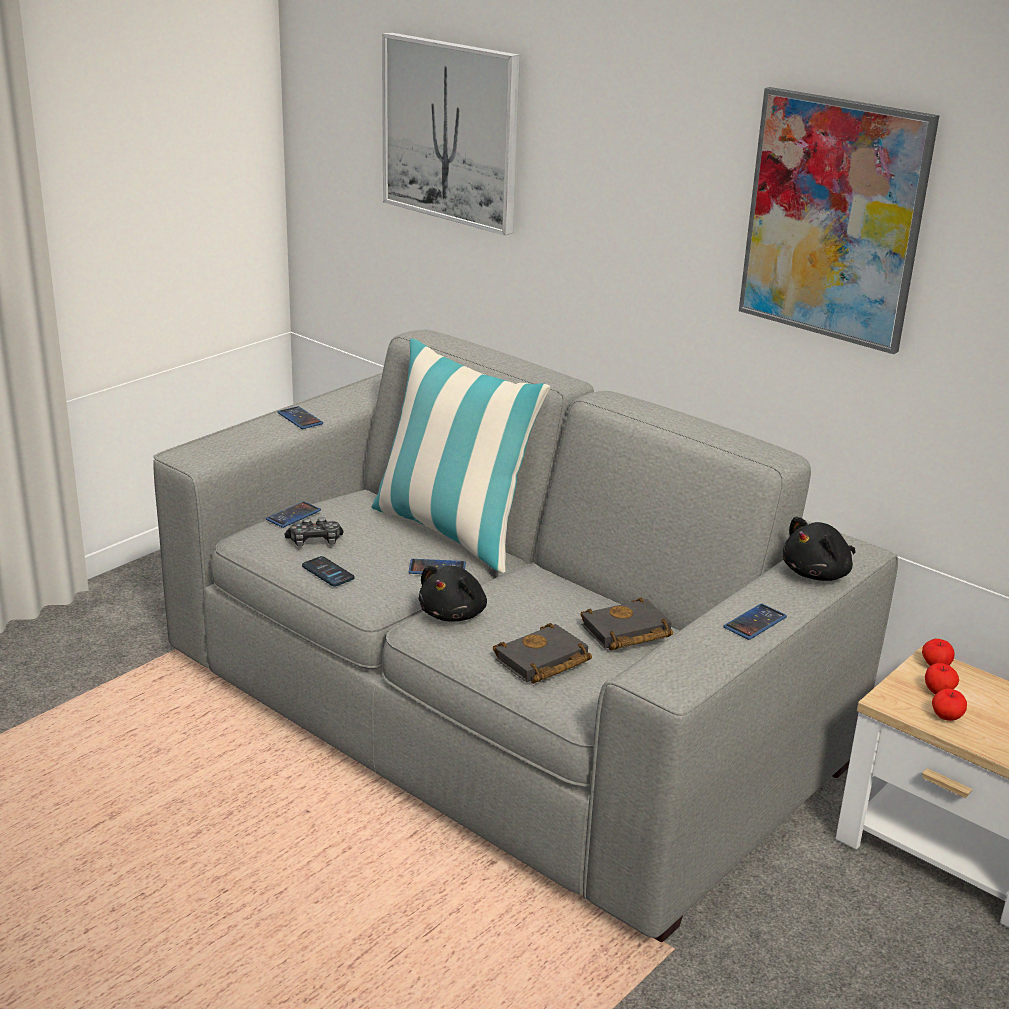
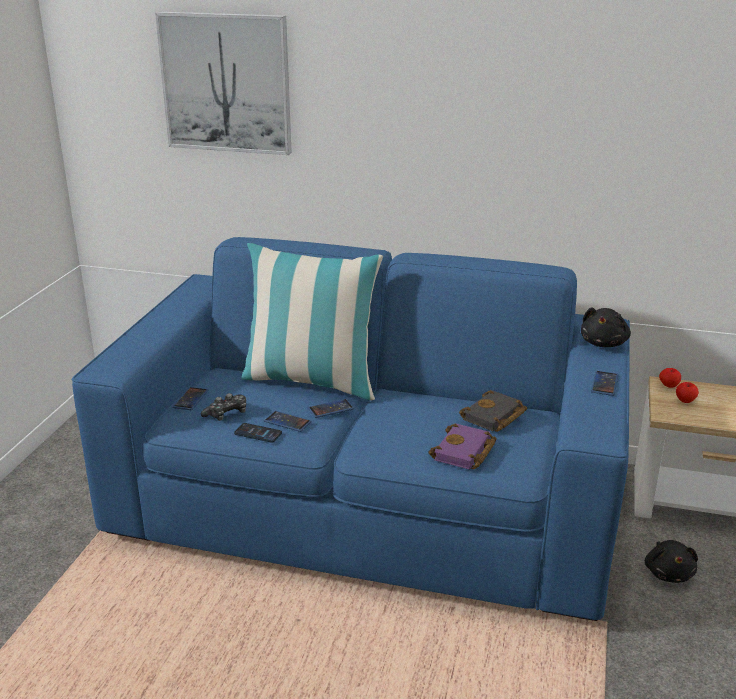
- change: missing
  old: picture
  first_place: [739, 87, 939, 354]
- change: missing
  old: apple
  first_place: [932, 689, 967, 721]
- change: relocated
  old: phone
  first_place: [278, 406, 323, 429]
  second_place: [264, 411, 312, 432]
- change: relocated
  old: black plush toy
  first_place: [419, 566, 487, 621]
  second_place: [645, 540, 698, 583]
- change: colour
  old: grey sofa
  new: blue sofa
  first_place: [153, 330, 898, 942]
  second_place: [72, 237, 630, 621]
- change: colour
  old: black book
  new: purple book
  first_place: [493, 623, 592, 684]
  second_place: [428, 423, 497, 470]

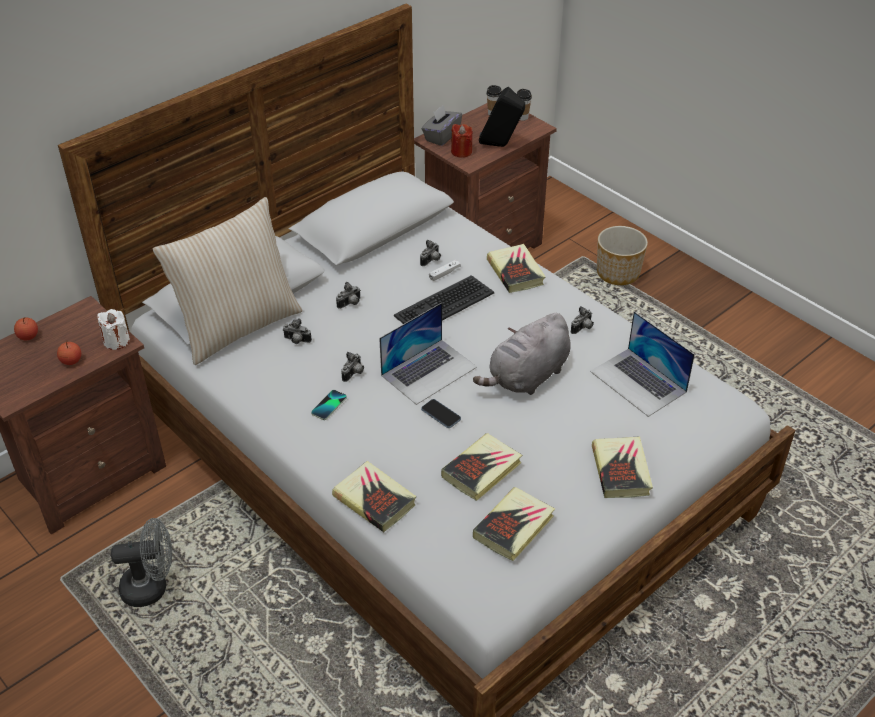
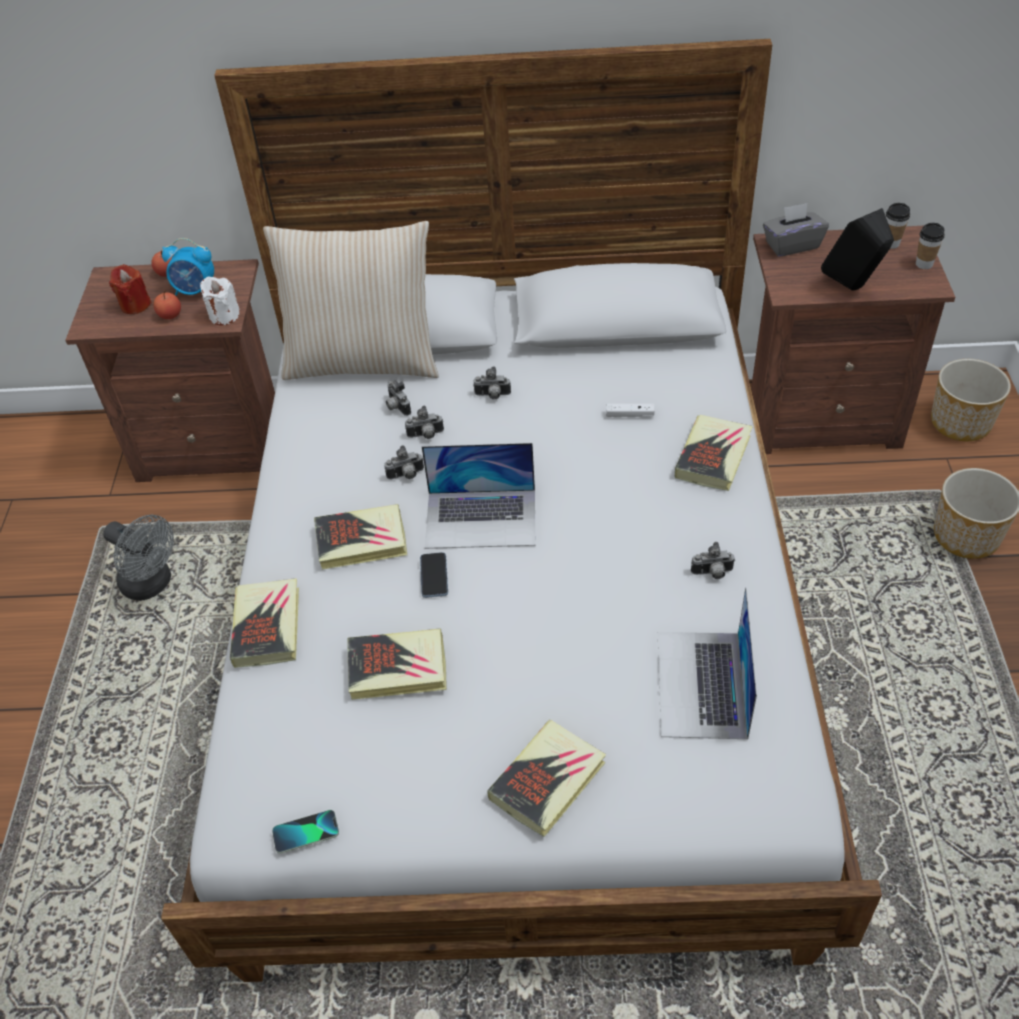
- change: missing
  old: keyboard
  first_place: [394, 275, 494, 324]
- change: missing
  old: grey plush toy
  first_place: [473, 313, 570, 395]
- change: appeared
  new: alarm clock
  second_place: [162, 238, 214, 296]
- change: appeared
  new: planter
  second_place: [931, 359, 1011, 441]
- change: relocated
  old: phone
  first_place: [311, 390, 347, 420]
  second_place: [272, 810, 339, 854]
- change: relocated
  old: photo camera
  first_place: [420, 240, 441, 266]
  second_place: [405, 406, 444, 439]
- change: relocated
  old: red candle
  first_place: [451, 124, 472, 158]
  second_place: [109, 264, 152, 314]
- change: relocated
  old: book
  first_place: [473, 487, 555, 561]
  second_place: [314, 504, 407, 570]

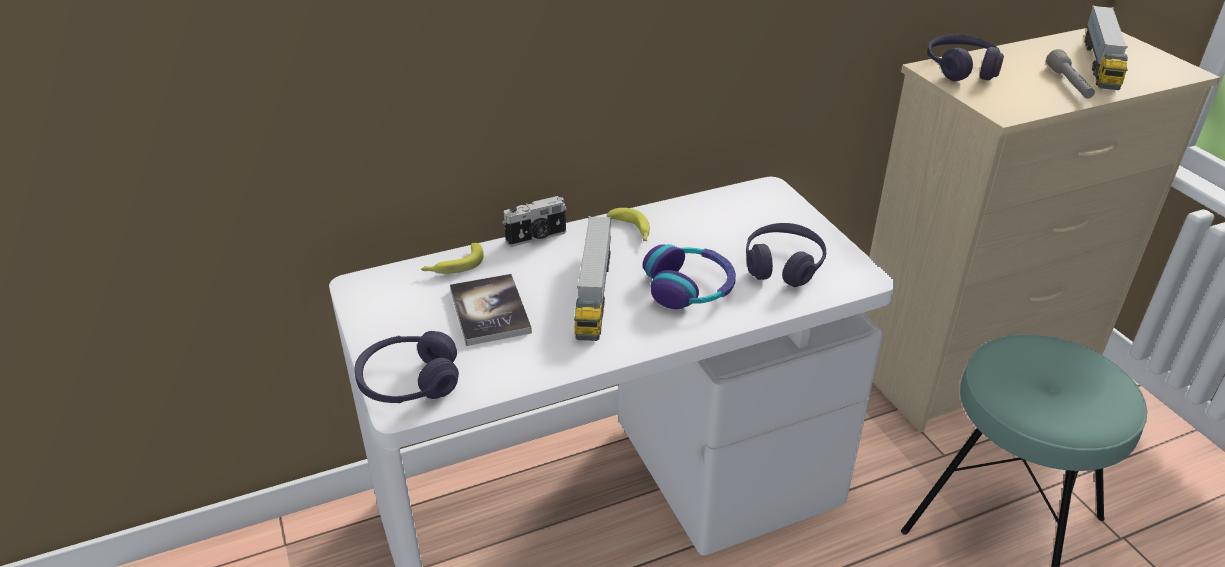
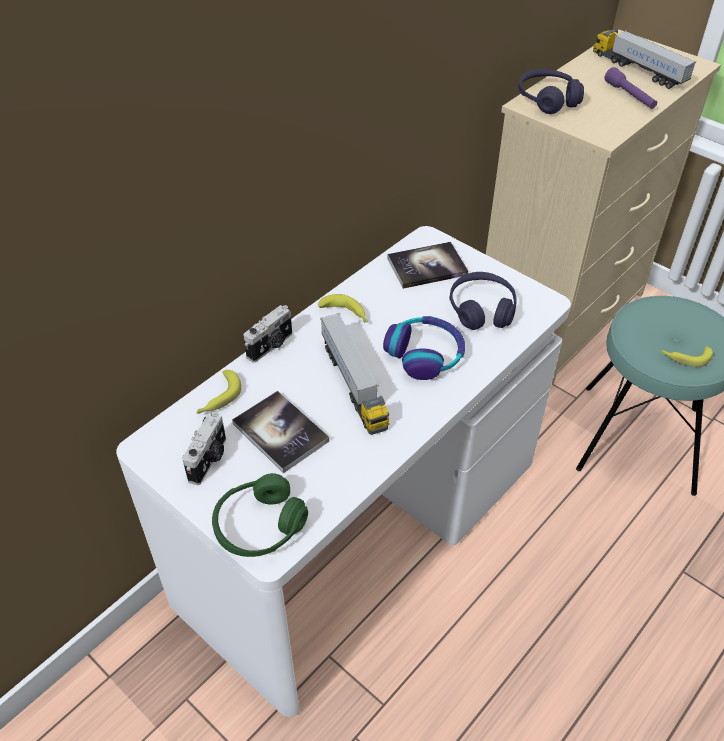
- change: appeared
  new: photo camera
  second_place: [182, 412, 226, 485]
- change: appeared
  new: book
  second_place: [387, 242, 468, 289]
- change: appeared
  new: banana
  second_place: [660, 346, 713, 367]
- change: colour
  old: purple headphones
  new: green headphones
  first_place: [354, 331, 459, 403]
  second_place: [212, 473, 308, 557]
- change: colour
  old: grey flashlight
  new: purple flashlight
  first_place: [1046, 49, 1095, 99]
  second_place: [604, 67, 657, 109]
- change: spun
  old: toy truck
  first_place: [1084, 5, 1128, 90]
  second_place: [593, 29, 696, 89]
  degrees: 150

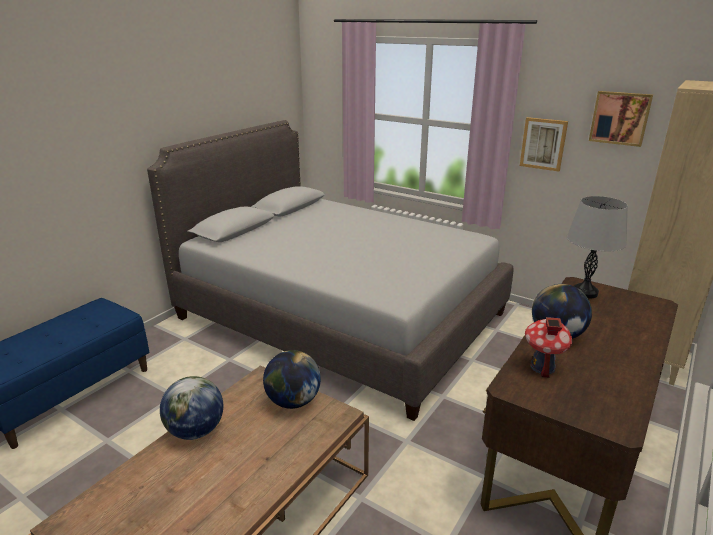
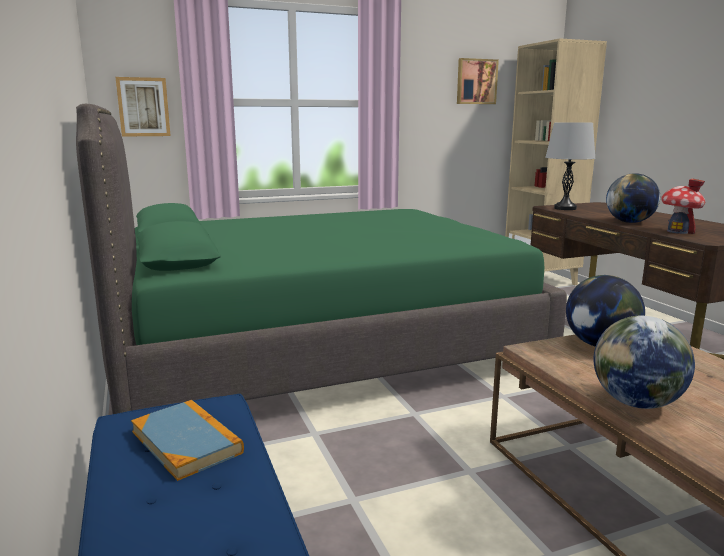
- change: appeared
  new: book
  second_place: [131, 400, 244, 481]
- change: relocated
  old: picture
  first_place: [520, 117, 568, 172]
  second_place: [116, 77, 171, 137]
- change: colour
  old: grey bed
  new: green bed
  first_place: [147, 120, 513, 421]
  second_place: [76, 104, 567, 414]

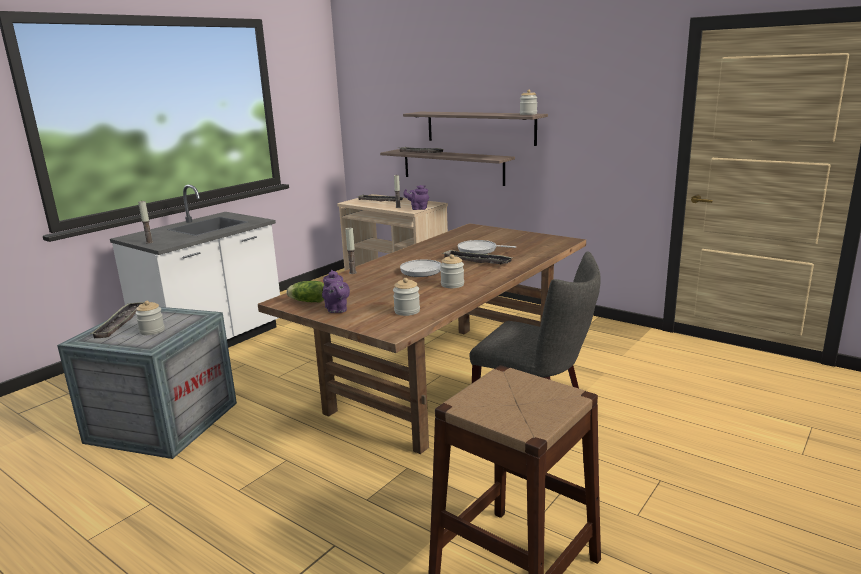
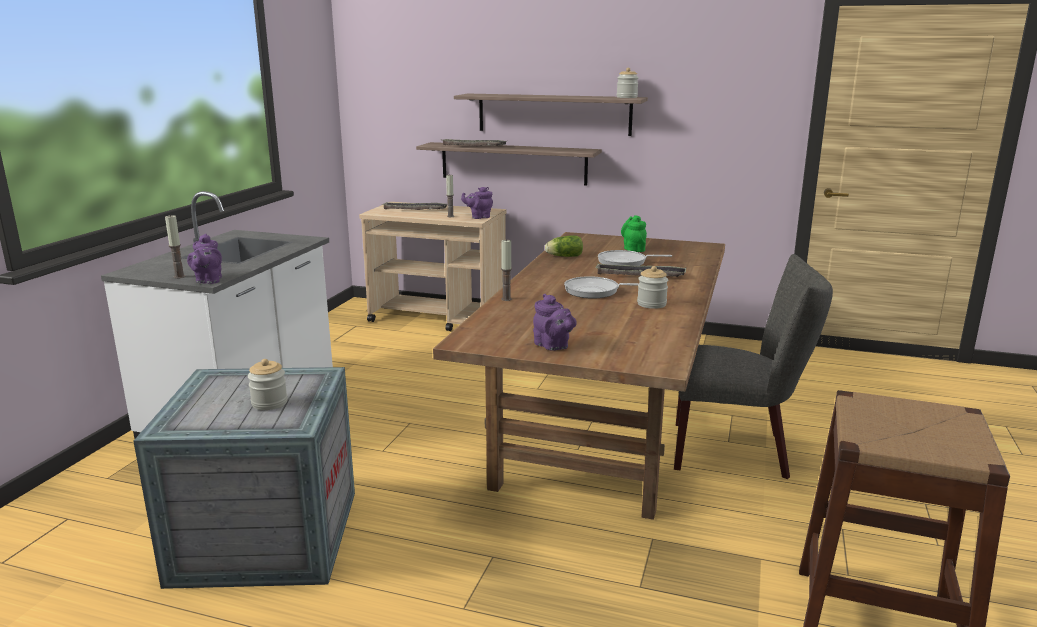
- change: missing
  old: tray
  first_place: [90, 302, 144, 338]
- change: missing
  old: jar
  first_place: [393, 278, 420, 316]
- change: appeared
  new: purple teapot
  second_place: [187, 234, 222, 284]
- change: appeared
  new: green teapot
  second_place: [621, 215, 647, 252]
- change: relocated
  old: lettuce
  first_place: [287, 281, 324, 302]
  second_place: [545, 235, 583, 257]

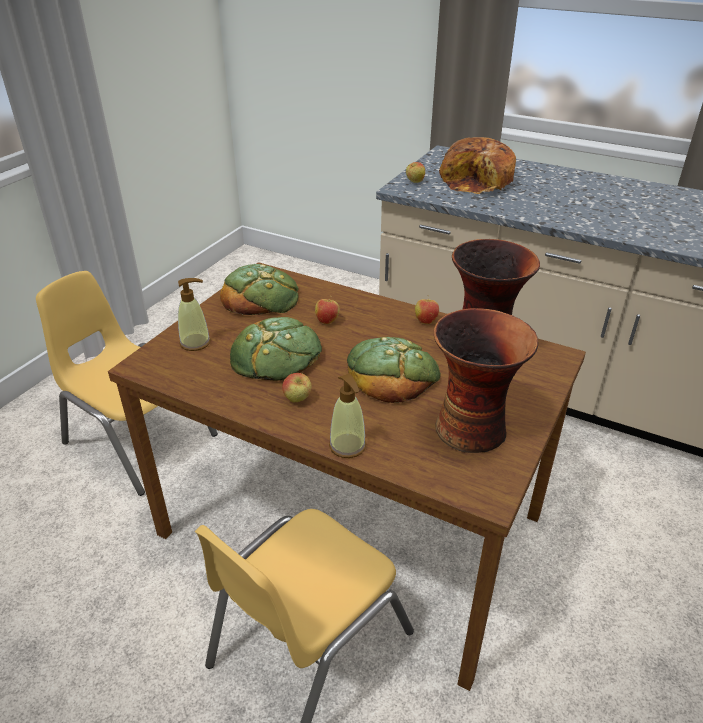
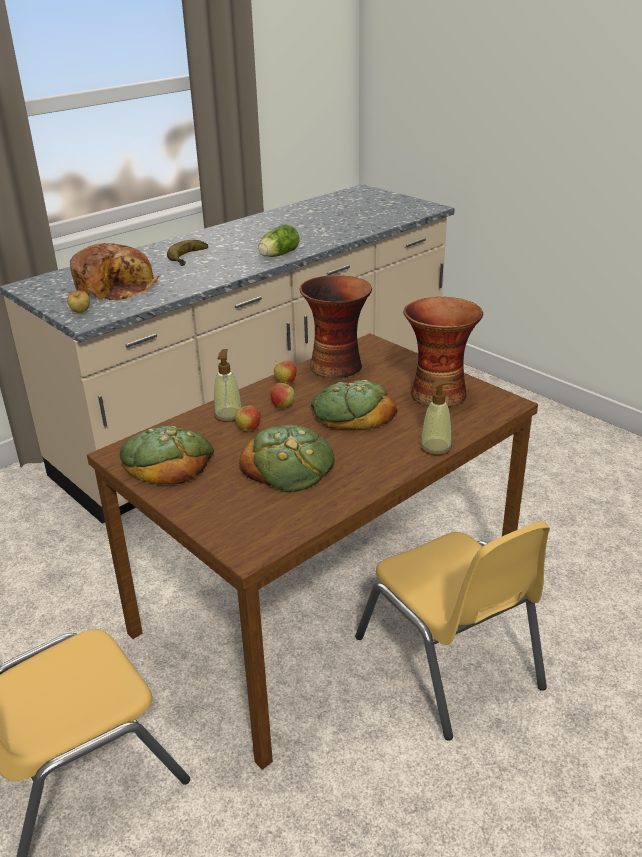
- change: appeared
  new: banana
  second_place: [167, 240, 208, 266]
- change: appeared
  new: lettuce
  second_place: [258, 224, 300, 257]
- change: relocated
  old: soap dispenser
  first_place: [178, 278, 211, 351]
  second_place: [214, 349, 242, 422]
- change: relocated
  old: apple
  first_place: [282, 373, 312, 403]
  second_place: [270, 383, 294, 408]

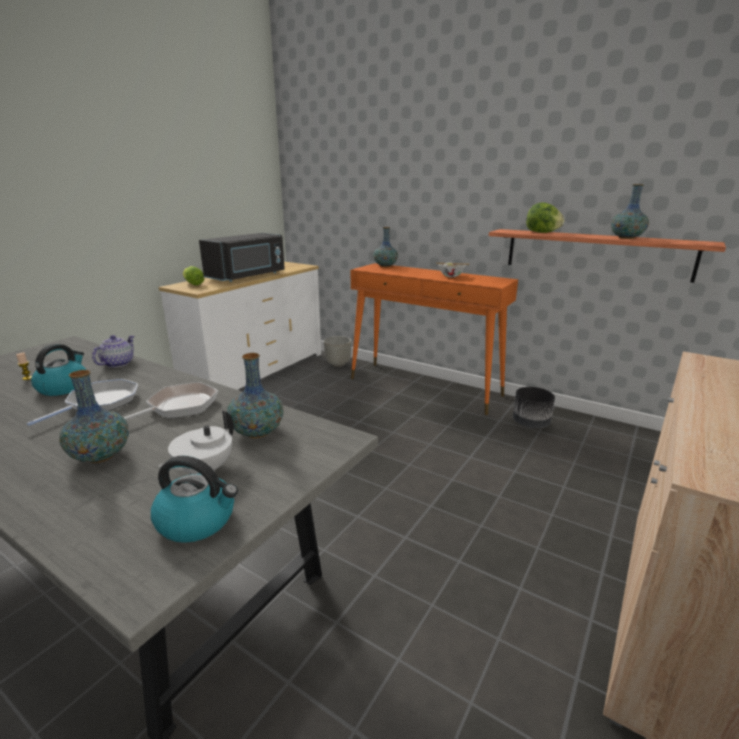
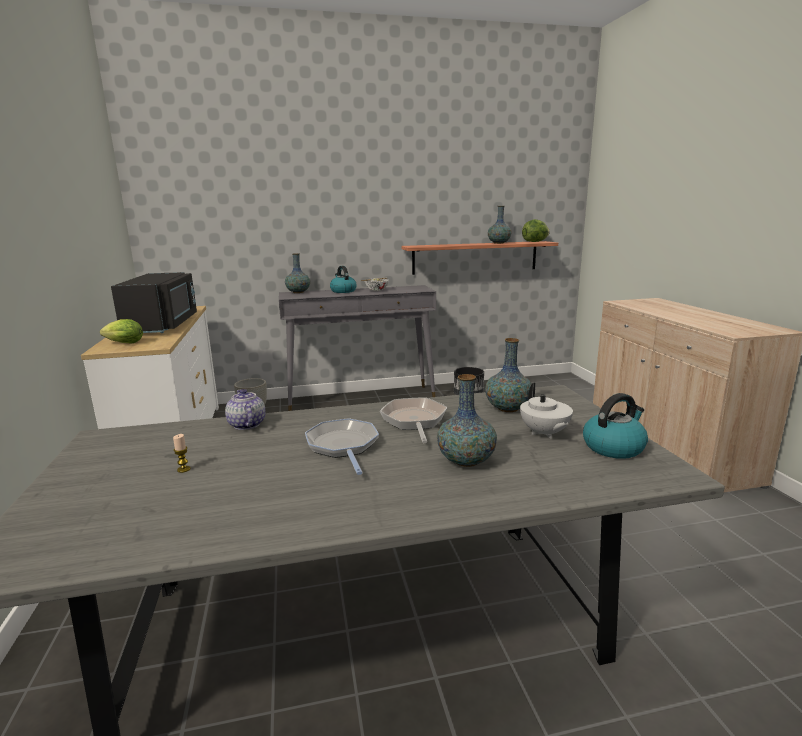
- change: relocated
  old: kettle
  first_place: [31, 344, 86, 396]
  second_place: [330, 266, 357, 293]
- change: relocated
  old: lettuce
  first_place: [526, 203, 564, 233]
  second_place: [522, 219, 550, 242]
- change: colour
  old: orange console table
  new: grey console table
  first_place: [350, 263, 518, 415]
  second_place: [279, 285, 436, 411]

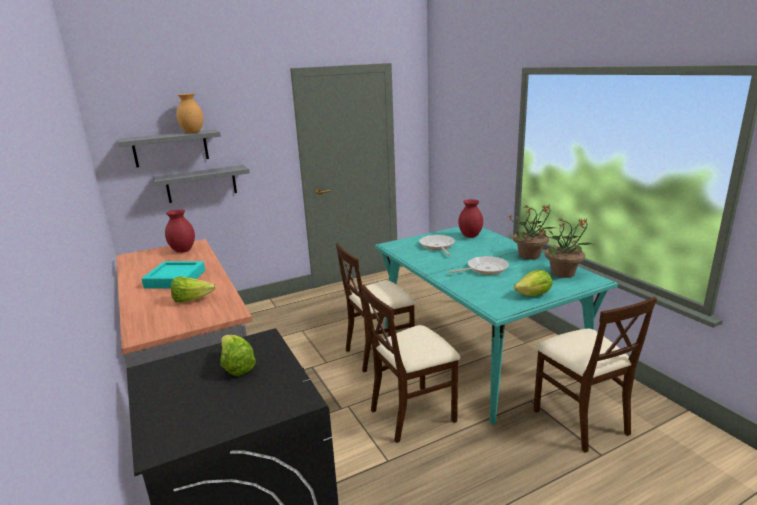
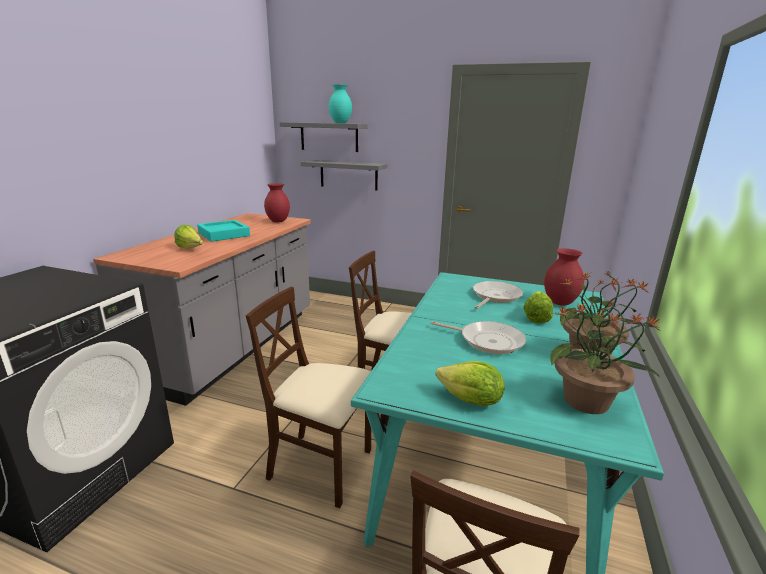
- change: relocated
  old: lettuce
  first_place: [220, 335, 256, 376]
  second_place: [523, 291, 553, 323]
- change: colour
  old: brown vase
  new: turquoise vase
  first_place: [176, 94, 203, 133]
  second_place: [329, 84, 352, 123]

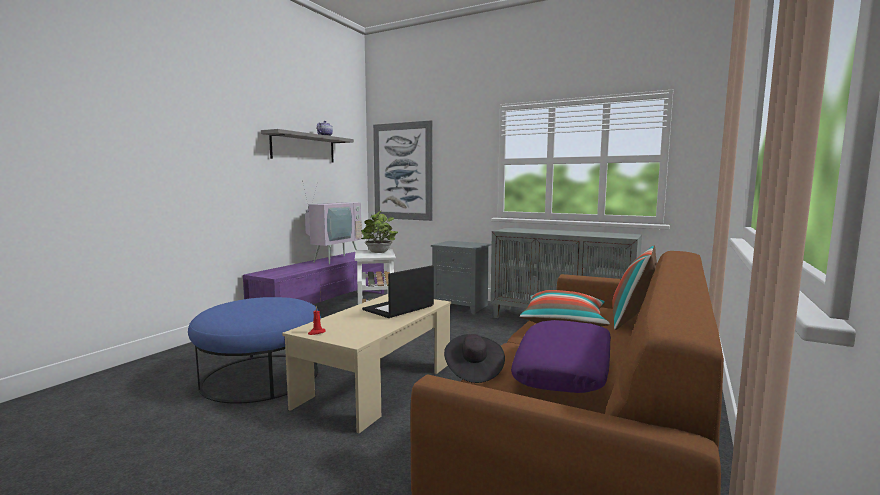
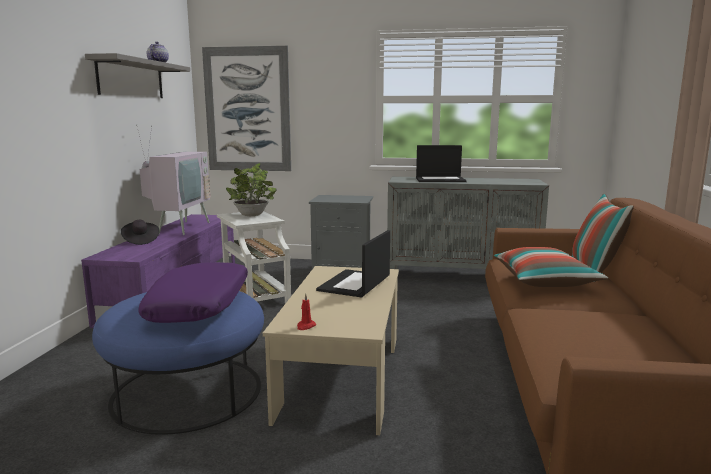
- change: appeared
  new: laptop
  second_place: [416, 145, 467, 182]
- change: relocated
  old: black hat
  first_place: [444, 334, 505, 383]
  second_place: [121, 220, 159, 245]
- change: relocated
  old: purple pillow
  first_place: [511, 320, 611, 393]
  second_place: [138, 262, 248, 323]

